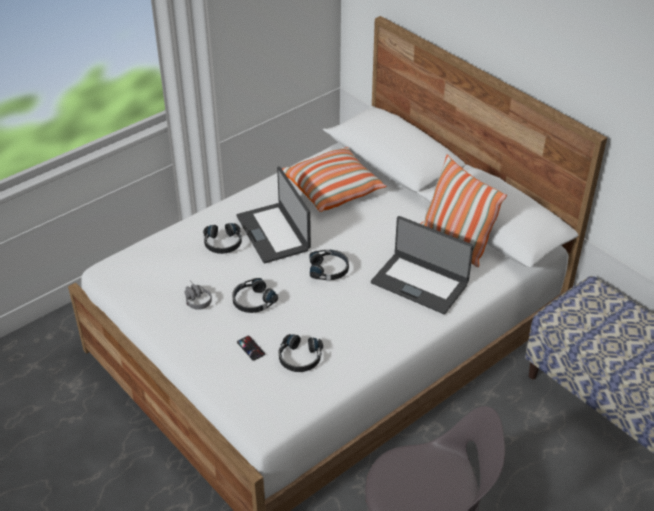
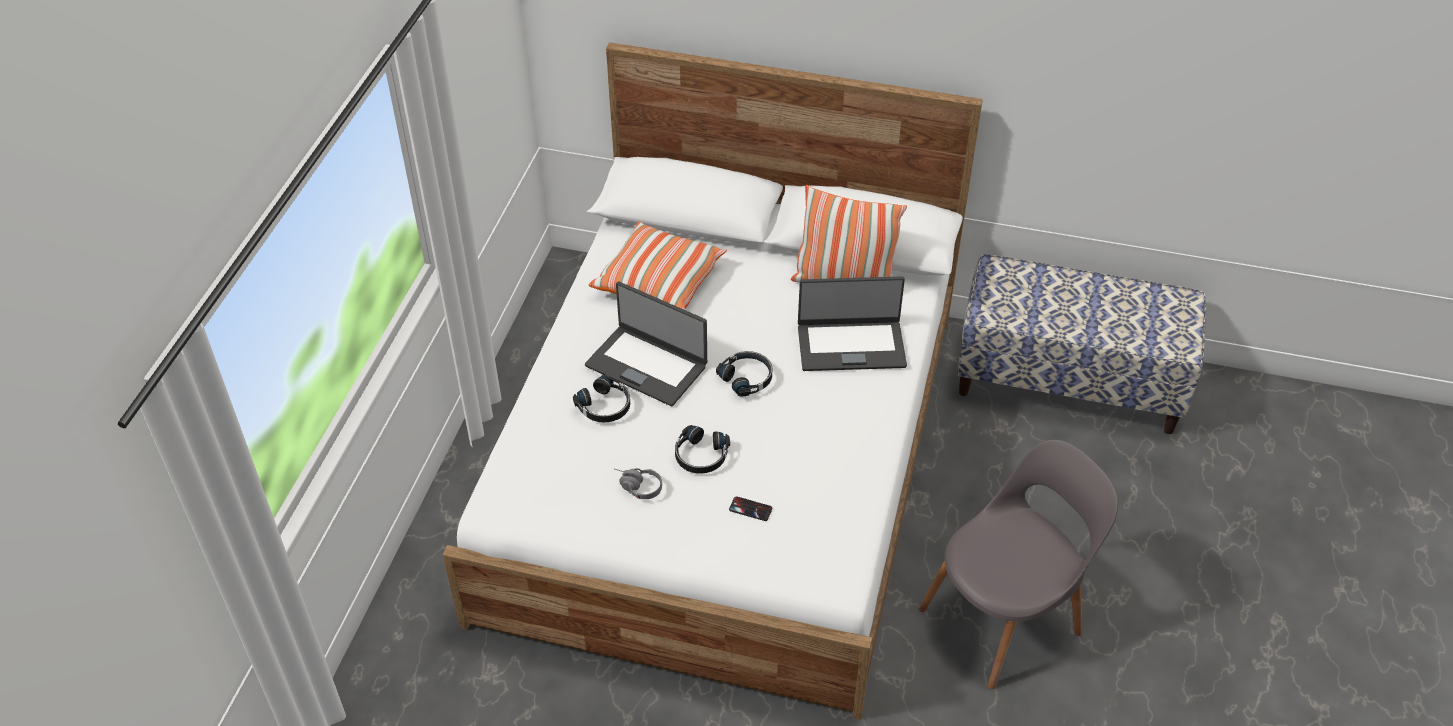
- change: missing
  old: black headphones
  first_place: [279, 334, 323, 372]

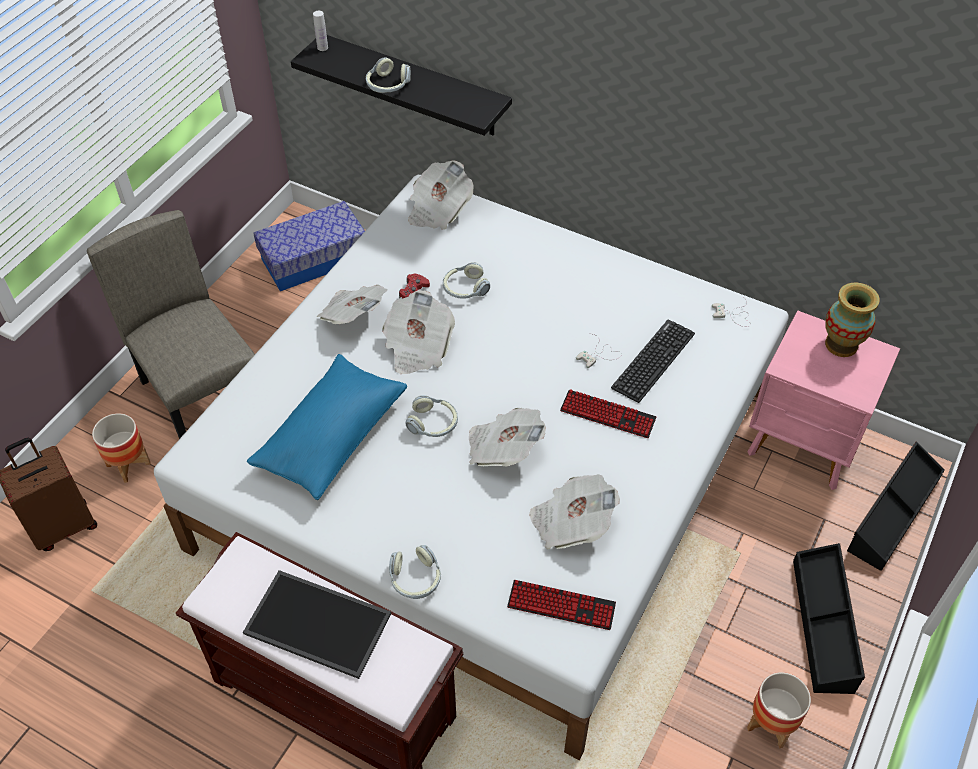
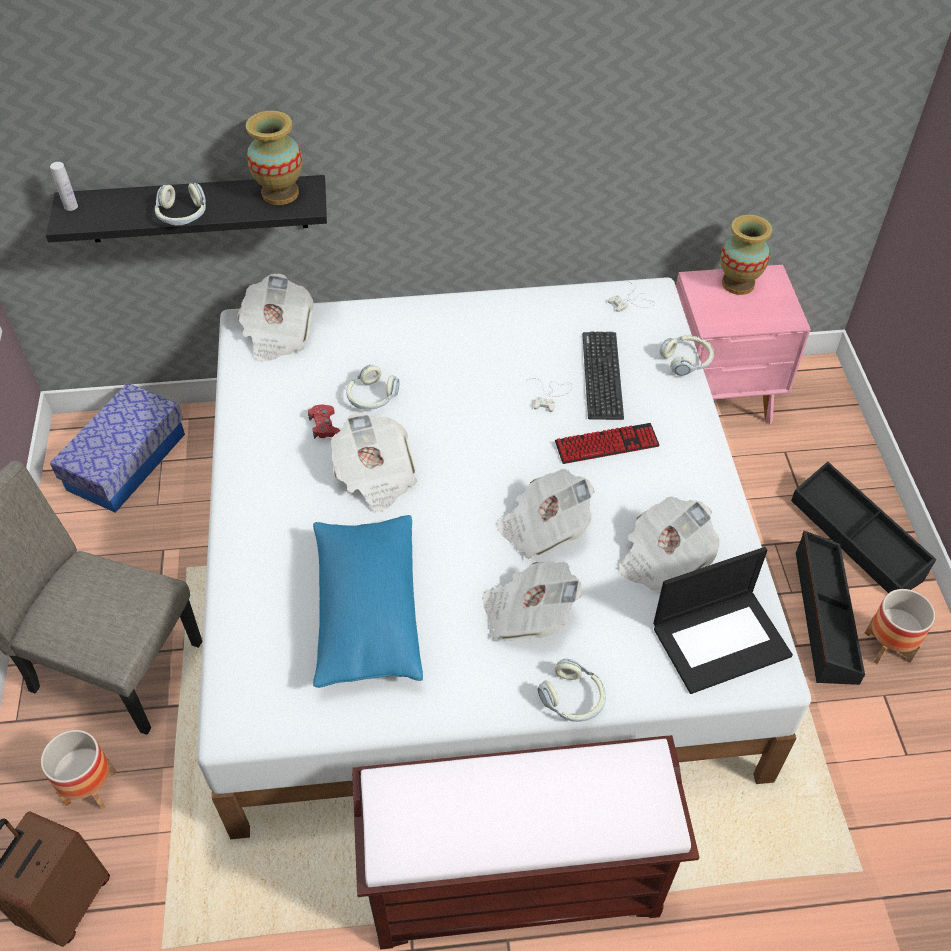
- change: missing
  old: tray
  first_place: [243, 570, 391, 679]
- change: appeared
  new: vase
  second_place: [246, 111, 302, 205]
- change: relocated
  old: newspaper
  first_place: [317, 285, 387, 324]
  second_place: [482, 561, 582, 640]
- change: relocated
  old: headphones
  first_place: [406, 395, 458, 437]
  second_place: [660, 335, 714, 376]
- change: relocated
  old: black storage box
  first_place: [847, 441, 944, 571]
  second_place: [796, 531, 865, 685]
- change: exchanged
  old: keyboard
  new: laptop
  first_place: [507, 580, 616, 630]
  second_place: [653, 547, 793, 694]

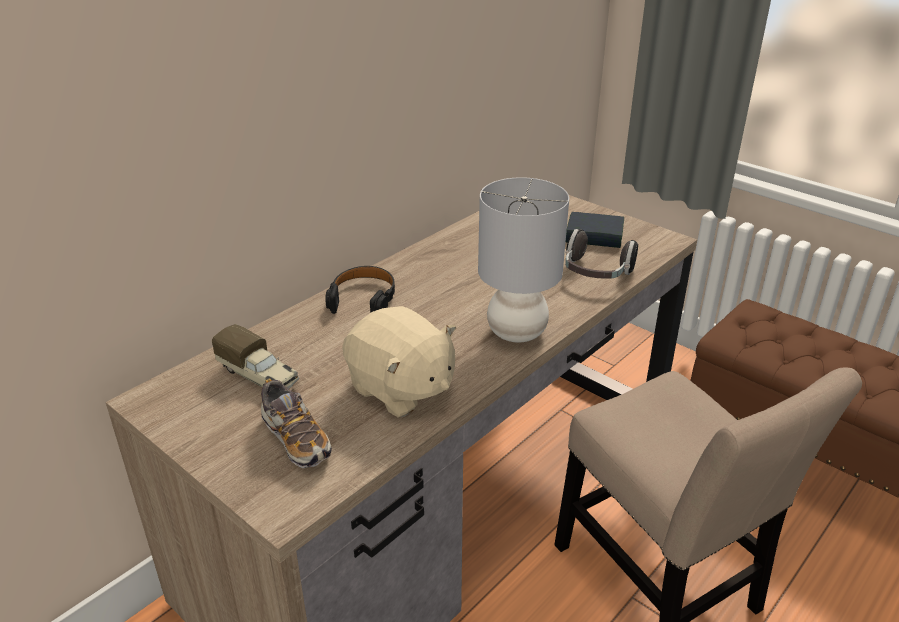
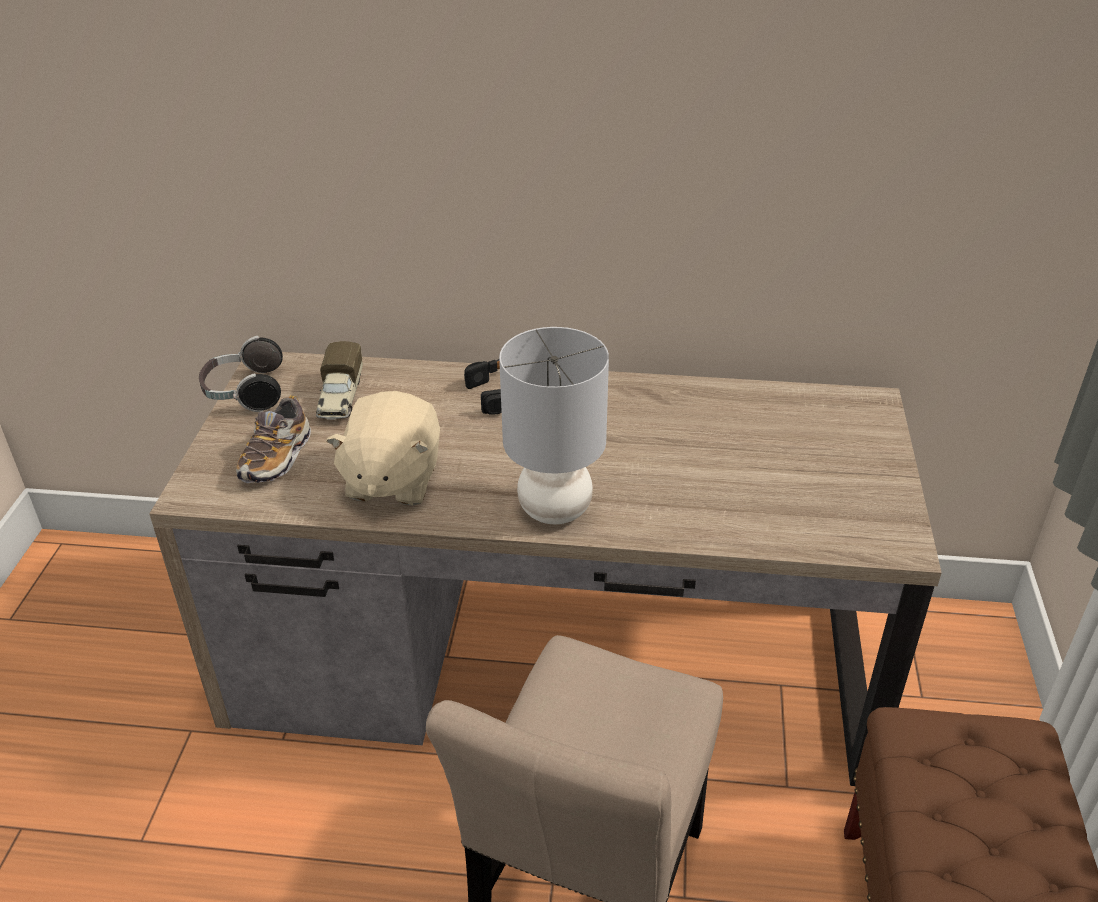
- change: missing
  old: book
  first_place: [566, 212, 624, 248]
- change: relocated
  old: headphones
  first_place: [565, 229, 638, 279]
  second_place: [199, 336, 283, 412]

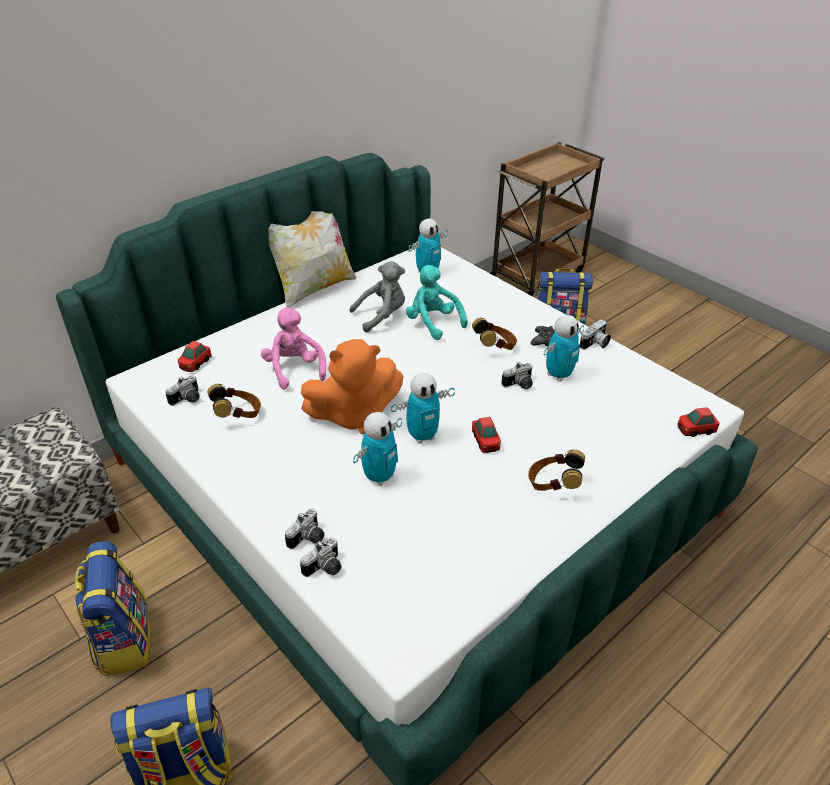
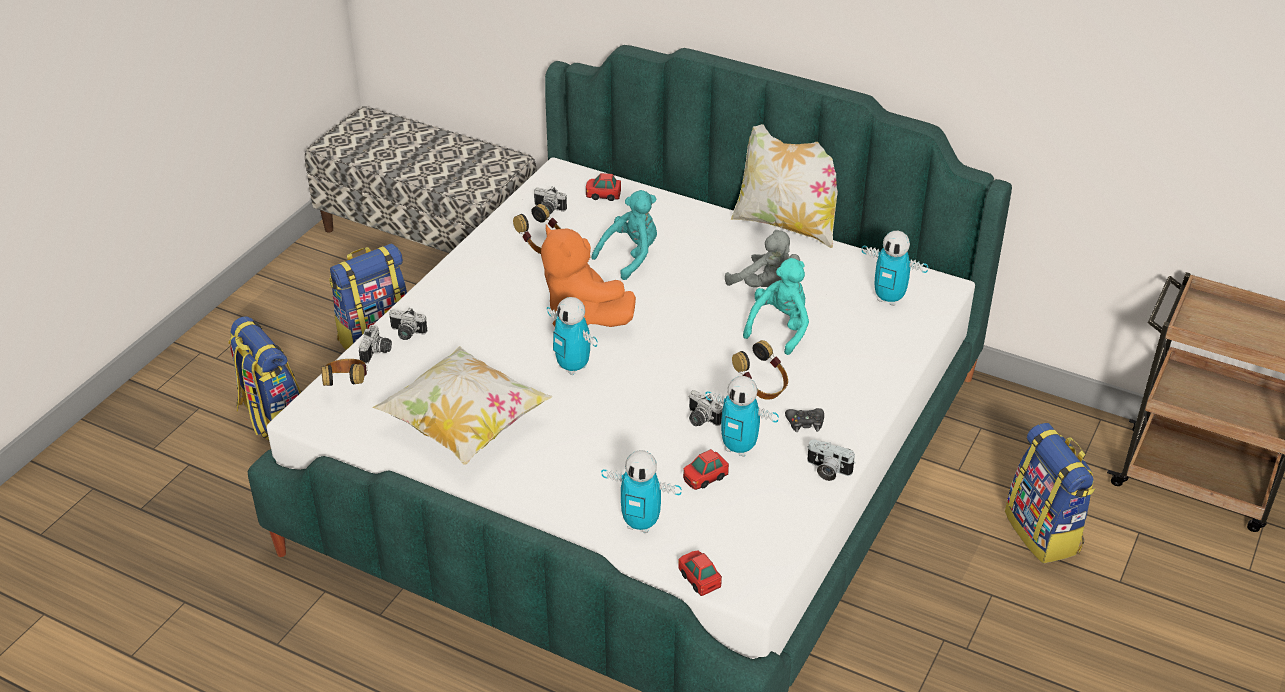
- change: appeared
  new: pillow
  second_place: [372, 346, 552, 465]
- change: relocated
  old: toy robot
  first_place: [353, 412, 402, 486]
  second_place: [601, 450, 682, 533]
- change: relocated
  old: toy car
  first_place: [472, 417, 501, 453]
  second_place: [683, 449, 729, 490]
- change: relocated
  old: headphones
  first_place: [528, 449, 585, 491]
  second_place: [321, 359, 367, 386]
- change: colour
  old: pink plush toy
  new: turquoise plush toy
  first_place: [261, 307, 326, 390]
  second_place: [592, 190, 657, 280]
- change: spun
  old: photo camera
  first_place: [300, 537, 341, 577]
  second_place: [359, 325, 392, 364]
  degrees: -105

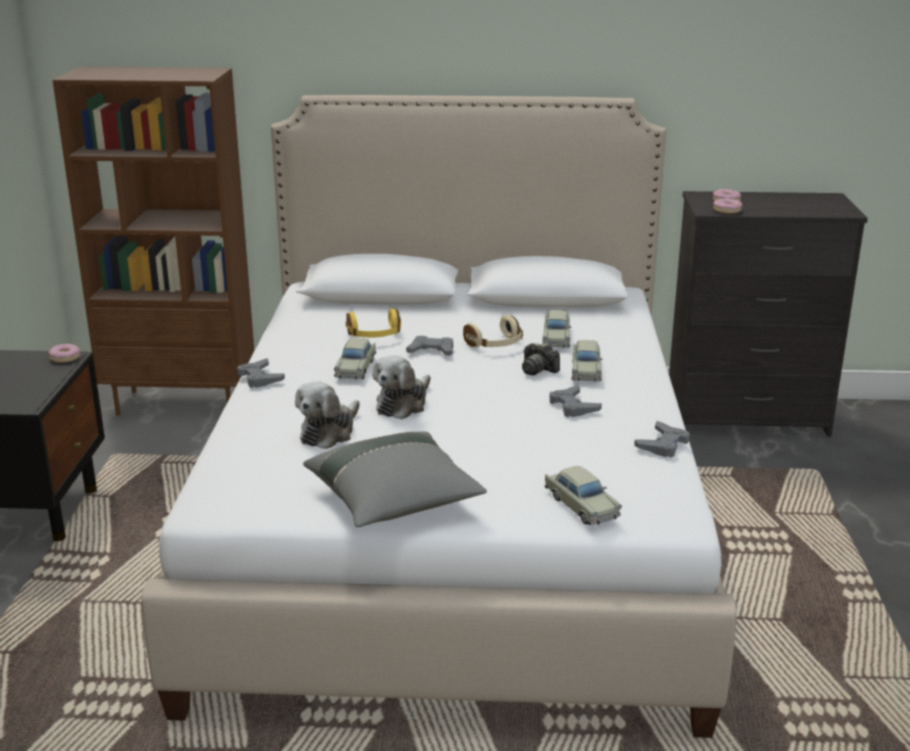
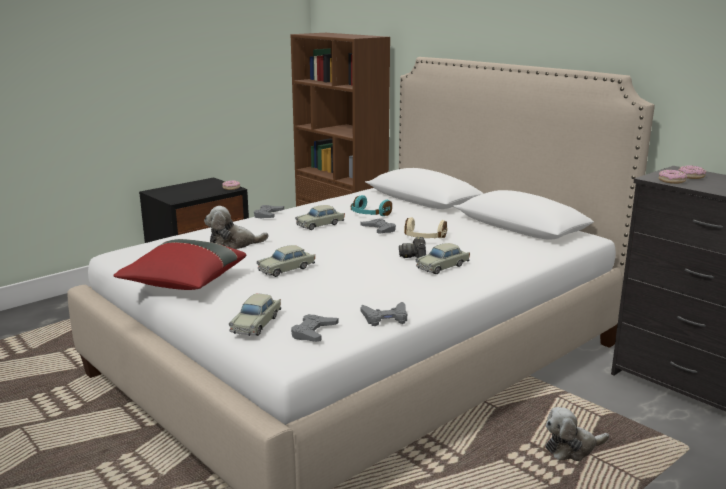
- change: relocated
  old: plush toy
  first_place: [372, 355, 431, 419]
  second_place: [545, 407, 609, 461]
- change: relocated
  old: beige toy car
  first_place: [542, 310, 571, 348]
  second_place: [257, 245, 315, 277]
- change: relocated
  old: grey game controller
  first_place: [549, 385, 602, 417]
  second_place: [291, 314, 338, 342]
- change: colour
  old: grey pillow
  new: red pillow
  first_place: [303, 431, 487, 527]
  second_place: [113, 239, 246, 290]
- change: colour
  old: yellow headphones
  new: turquoise headphones
  first_place: [345, 308, 401, 338]
  second_place: [351, 195, 392, 216]

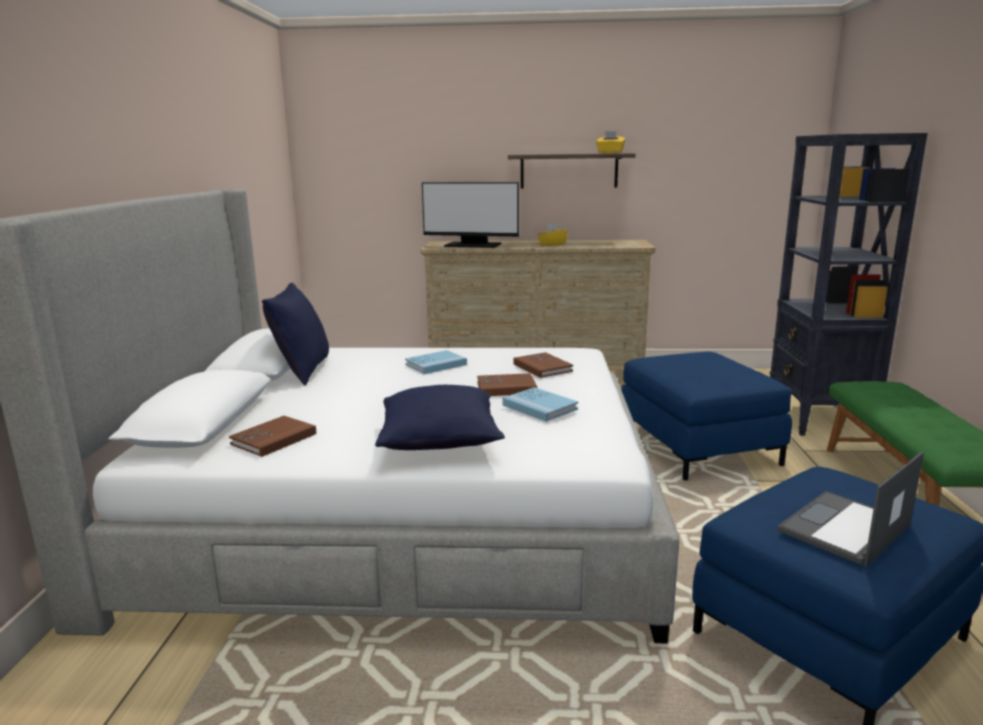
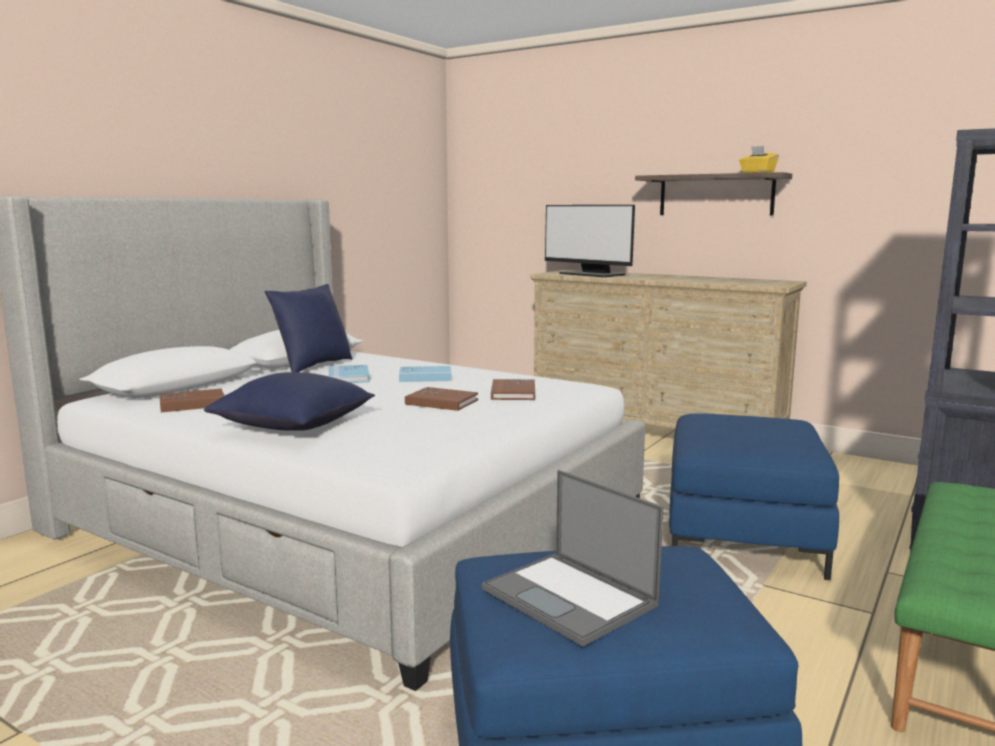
- change: missing
  old: yellow tissue box
  first_place: [537, 223, 568, 246]
- change: relocated
  old: blue book
  first_place: [503, 387, 578, 422]
  second_place: [329, 365, 370, 383]
- change: spun
  old: laptop
  first_place: [777, 452, 924, 567]
  second_place: [482, 470, 663, 647]
  degrees: -120

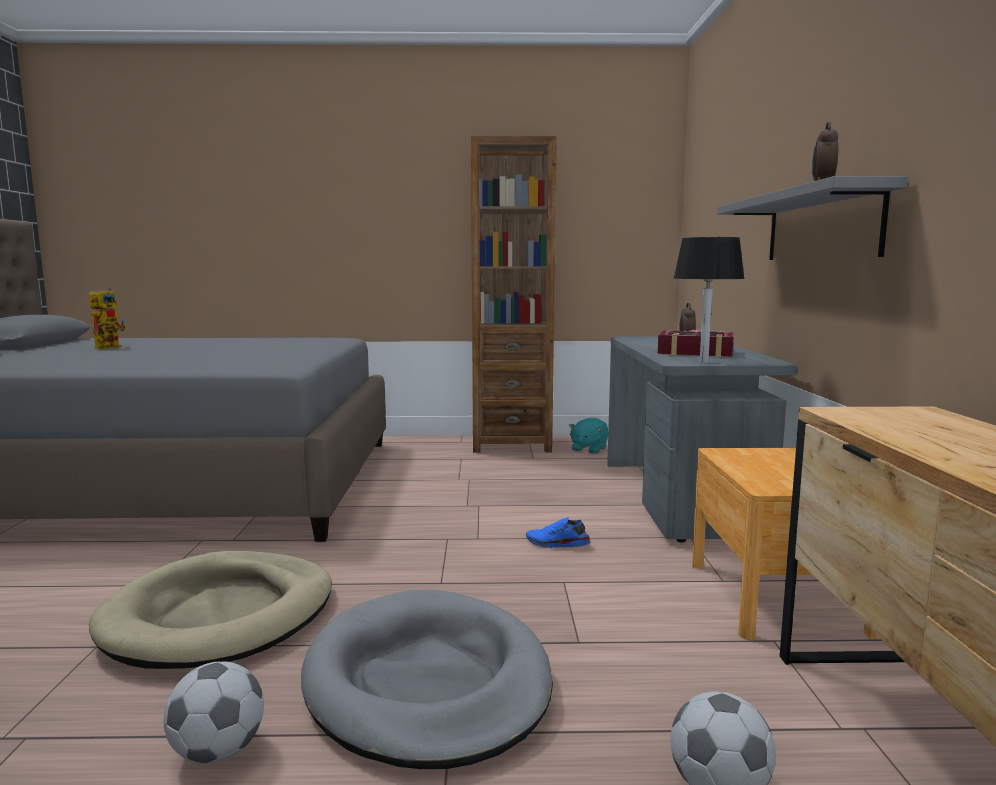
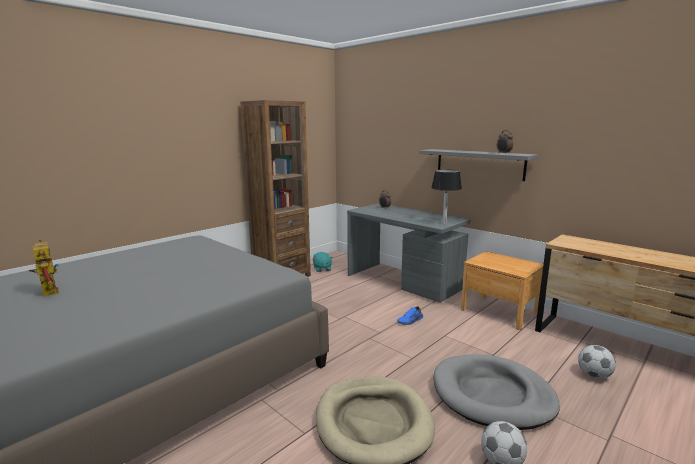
- change: missing
  old: book
  first_place: [658, 330, 734, 357]

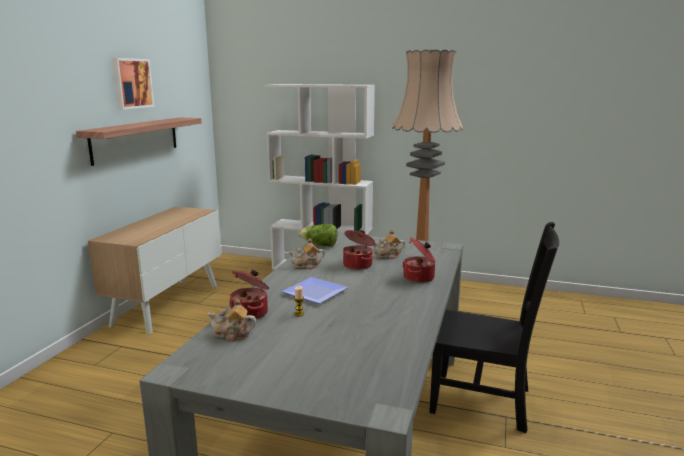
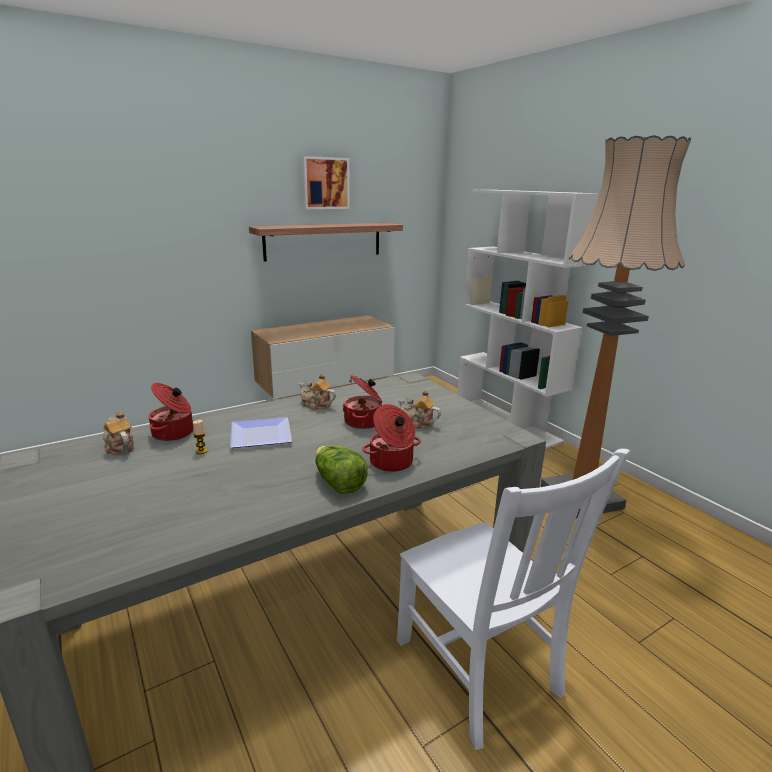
- change: relocated
  old: lettuce
  first_place: [299, 224, 337, 247]
  second_place: [315, 445, 368, 494]
- change: colour
  old: black chair
  new: white chair
  first_place: [429, 222, 559, 433]
  second_place: [397, 449, 630, 750]

